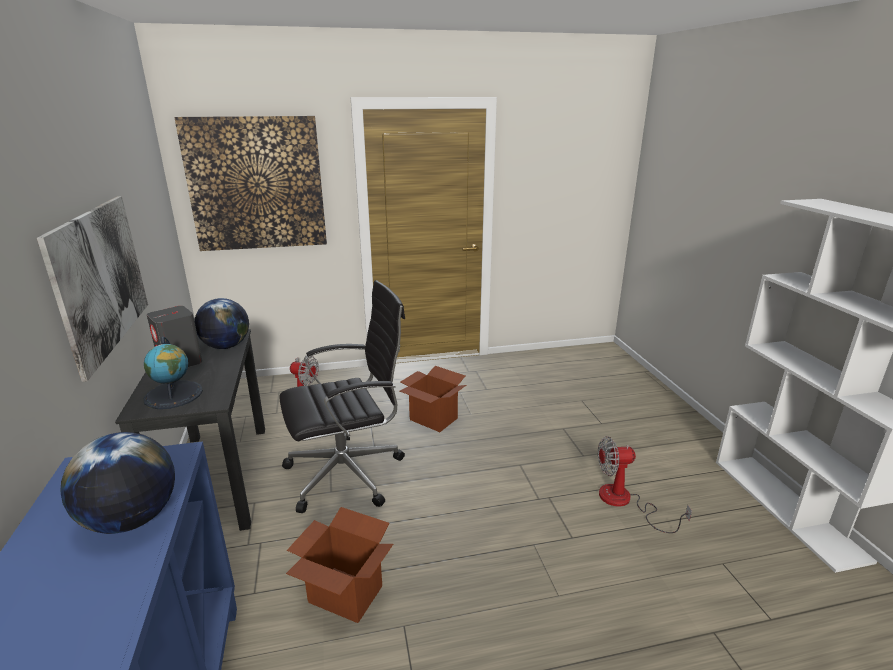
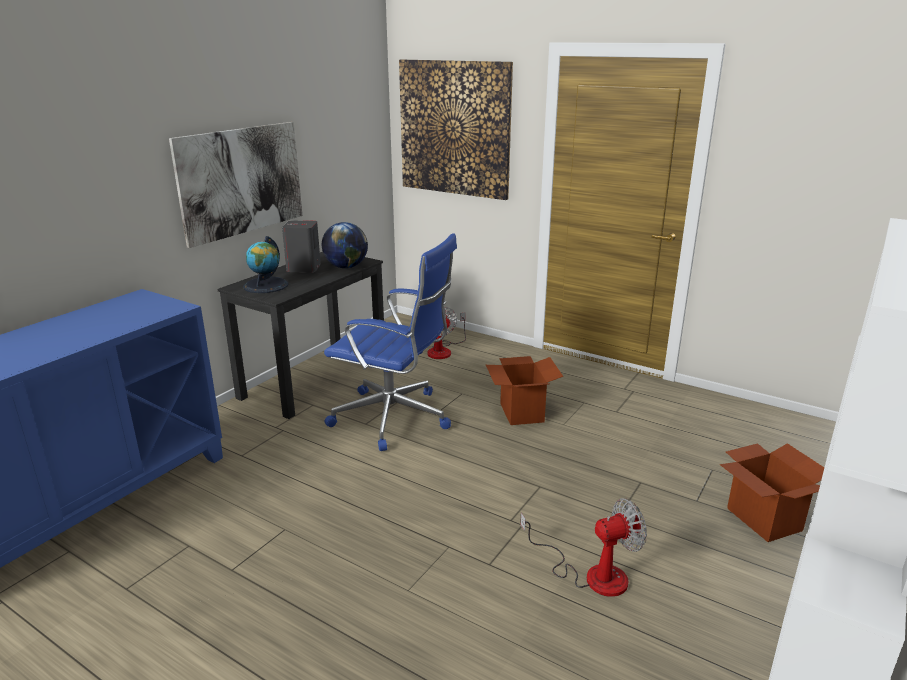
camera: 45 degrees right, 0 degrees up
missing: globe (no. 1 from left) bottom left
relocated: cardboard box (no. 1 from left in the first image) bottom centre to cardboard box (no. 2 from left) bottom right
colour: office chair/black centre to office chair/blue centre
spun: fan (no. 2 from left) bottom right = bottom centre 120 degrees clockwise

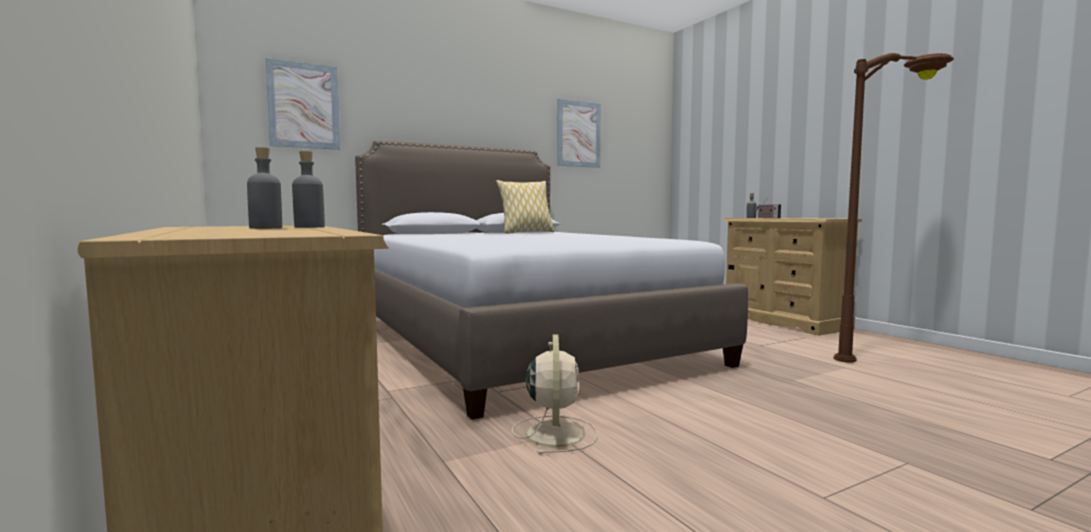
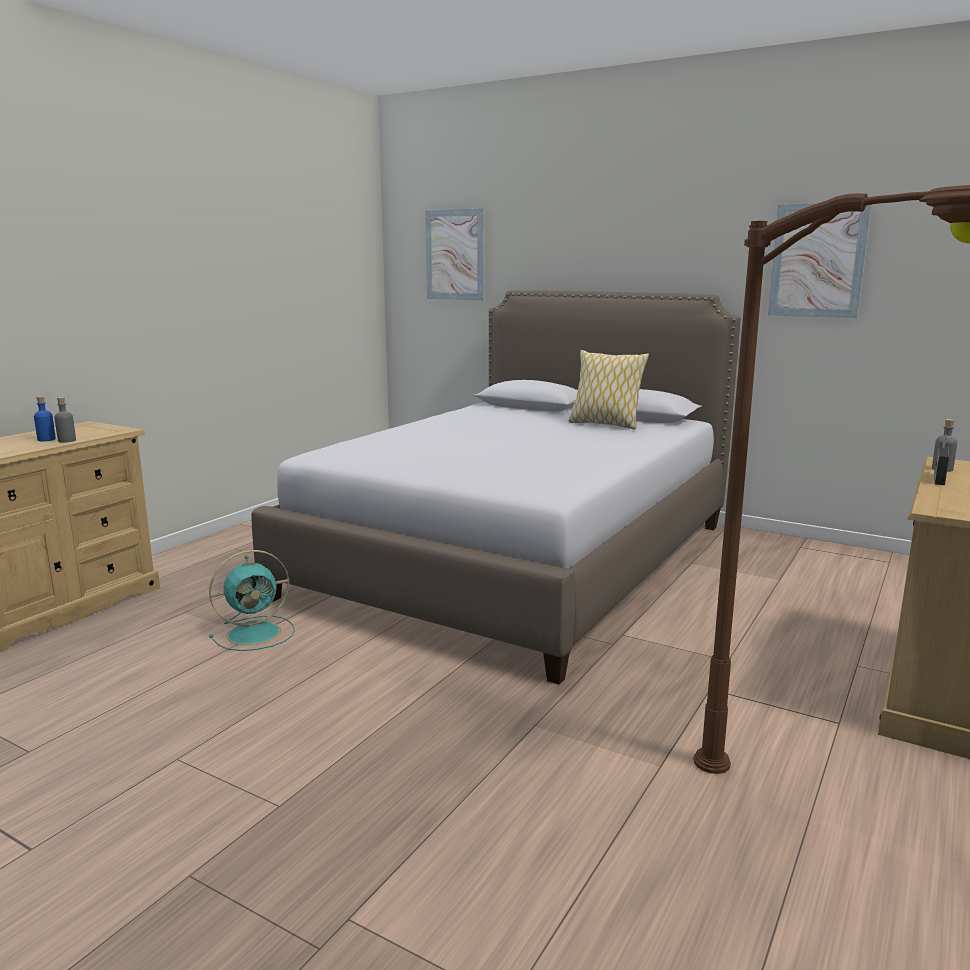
camera: 60 degrees right, 10 degrees up
colour: bottle/grey (no. 1 from left) middle left to bottle/blue middle left; fan/beige bottom centre to fan/turquoise middle left

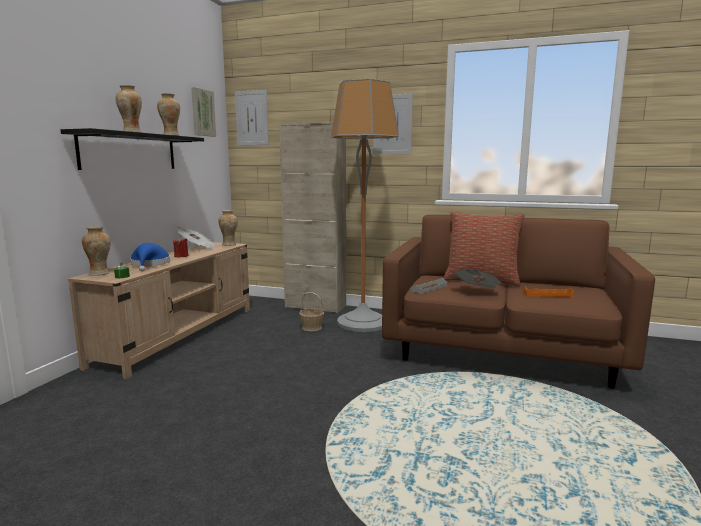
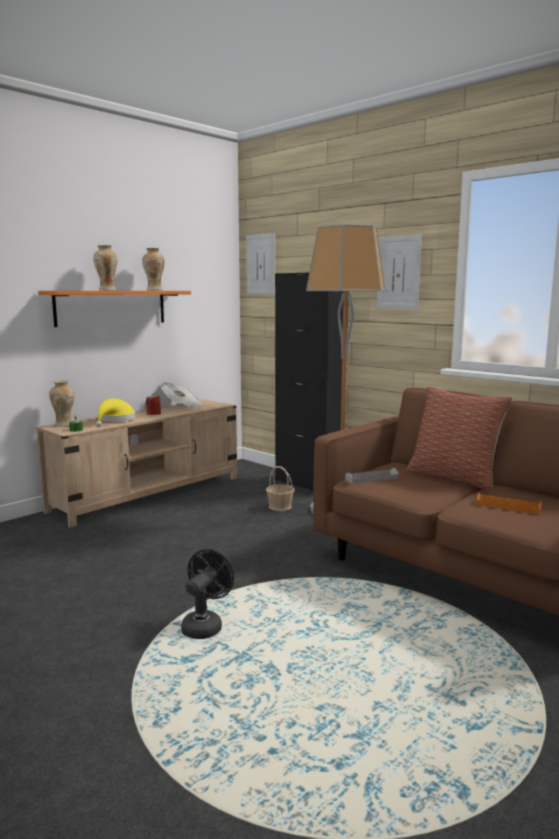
camera: 25 degrees right, 0 degrees up
missing: picture (no. 1 from left) top left; vase (no. 4 from left) middle left; newspaper (no. 2 from left) middle right
appeared: fan/black bottom centre
colour: cabinet/beige centre to cabinet/black centre; shelf/black top left to shelf/orange middle left; hat/blue middle left to hat/yellow middle left

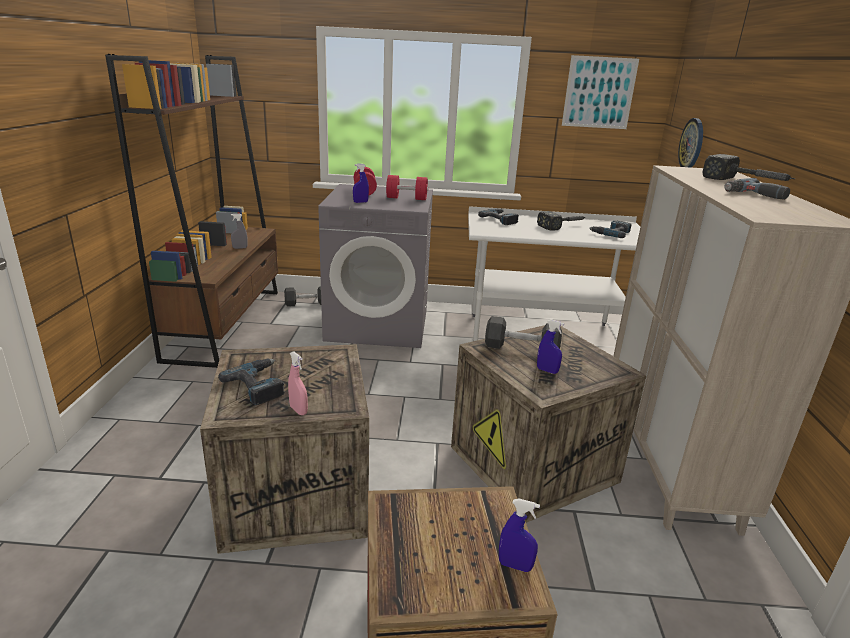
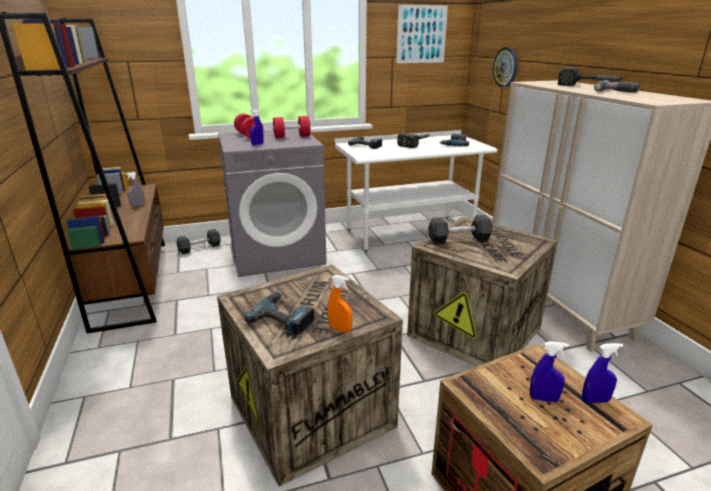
camera: 20 degrees left, 0 degrees up
relocated: spray bottle/blue (no. 3 from left in the first image) centre to spray bottle/blue (no. 2 from left) bottom right
colour: spray bottle/pink centre to spray bottle/orange centre

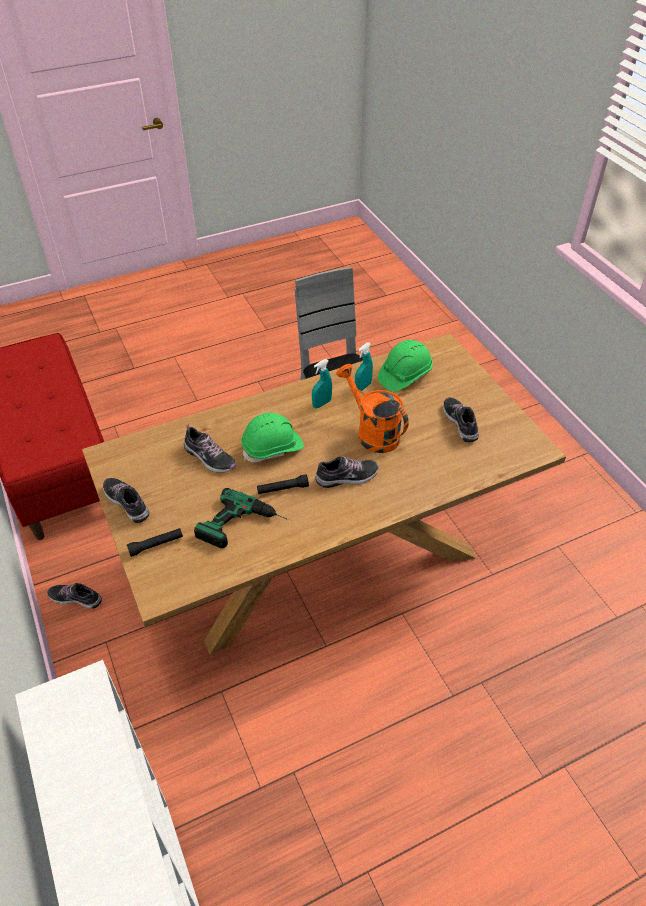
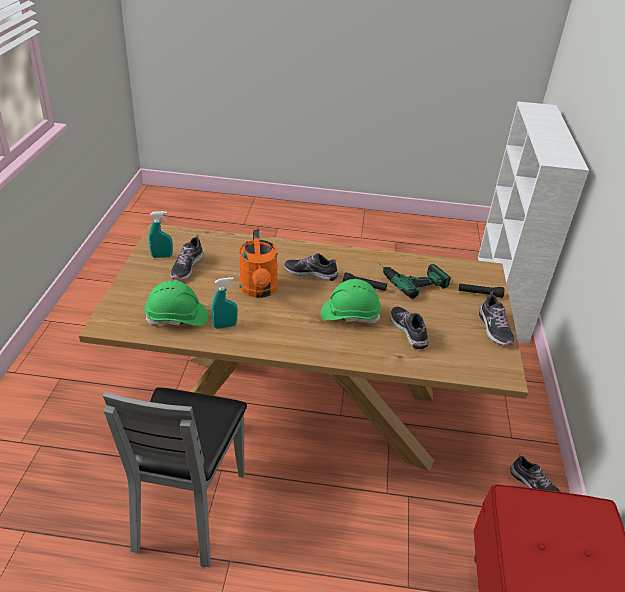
camera: 150 degrees left, 10 degrees down
relocated: spray bottle/turquoise (no. 1 from left) centre to middle left

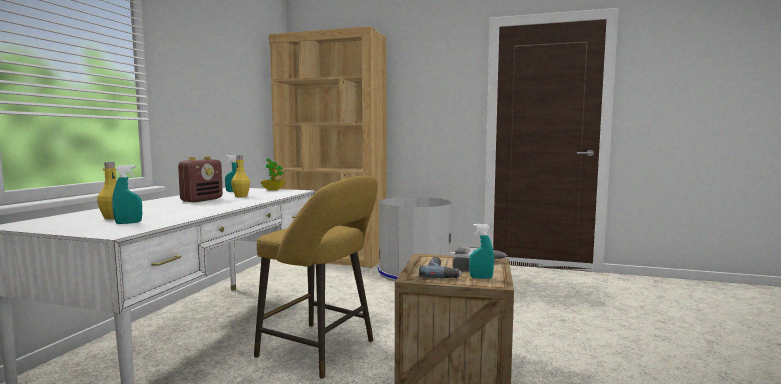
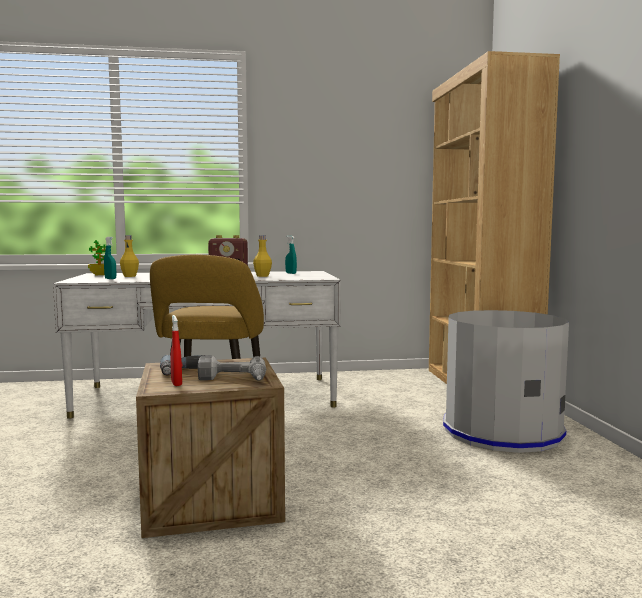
camera: 65 degrees right, 0 degrees up
relocated: potted plant centre to middle left
colour: spray bottle/turquoise (no. 3 from left) centre to spray bottle/red middle left

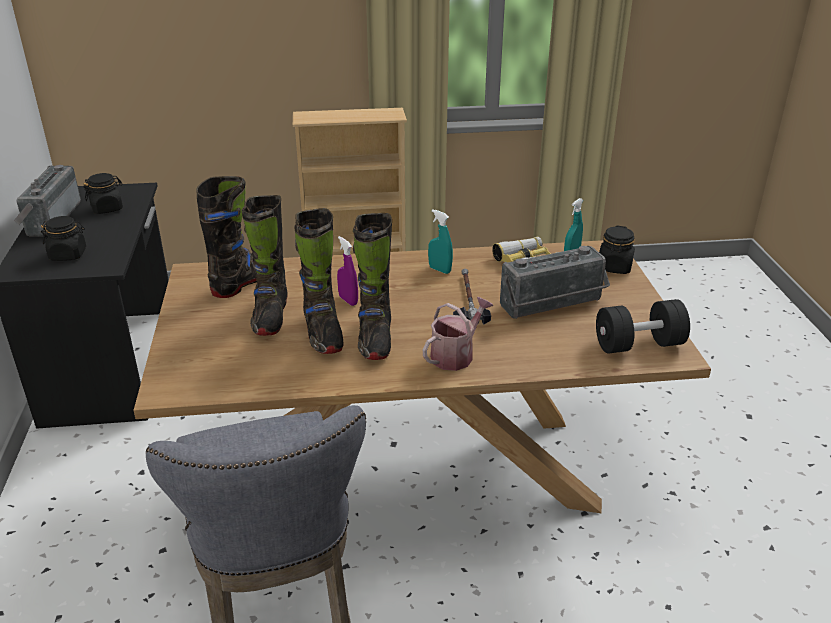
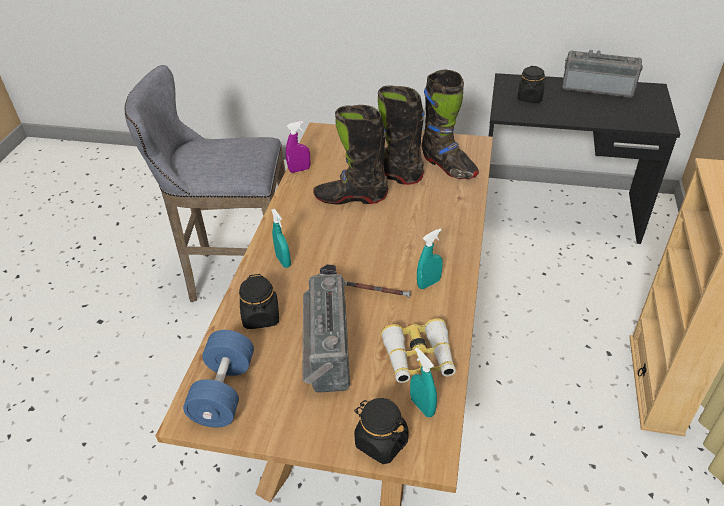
camera: 110 degrees right, 10 degrees up
missing: boot/black (no. 4 from left) centre
relocated: jar/black (no. 2 from left in the first image) top left to jar/black (no. 1 from left) centre; spray bottle/purple centre to top centre
exchanged: watering can centre to spray bottle/turquoise (no. 1 from left) centre
colour: dumbbell/black middle right to dumbbell/blue bottom left

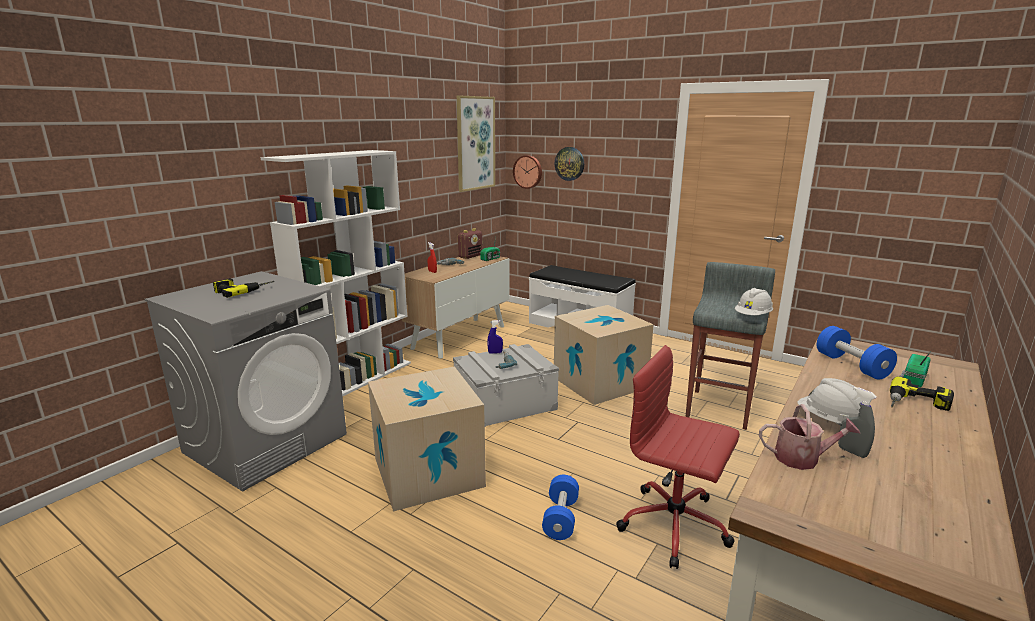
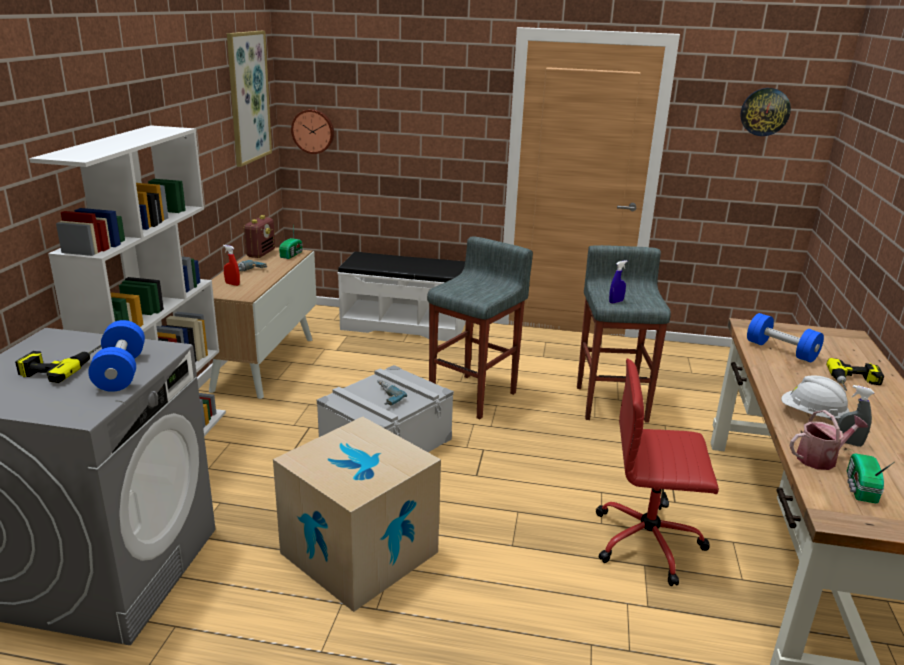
camera: 25 degrees left, 5 degrees up
missing: hard hat/white (no. 1 from left) middle right
relocated: wall clock (no. 2 from left) top centre to top right; spray bottle/blue centre to middle right; radio (no. 3 from left) middle right to bottom right; dumbbell/blue (no. 1 from left) bottom centre to middle left
exchanged: cardboard box (no. 2 from left) centre to stool/grey (no. 1 from left) centre

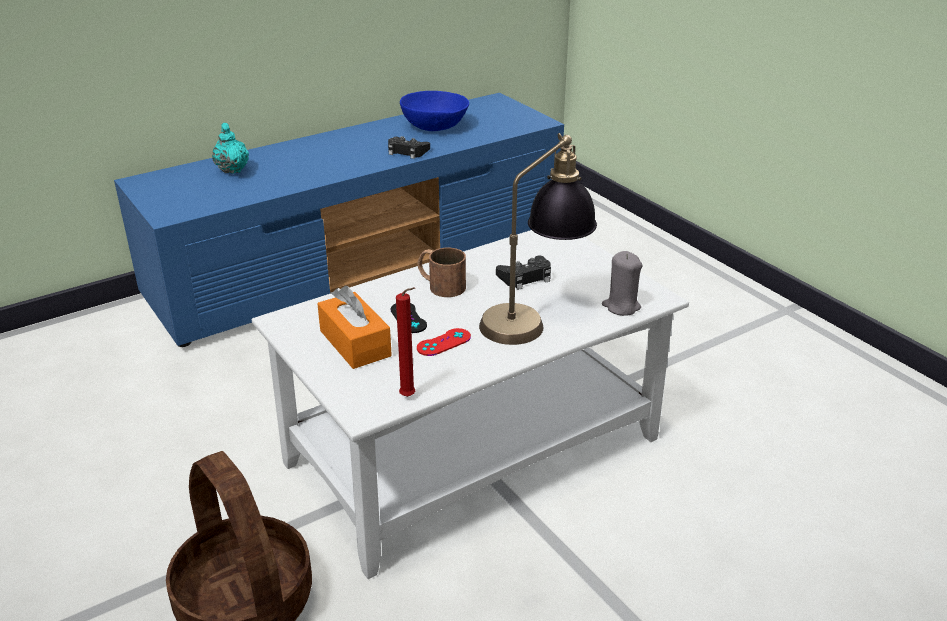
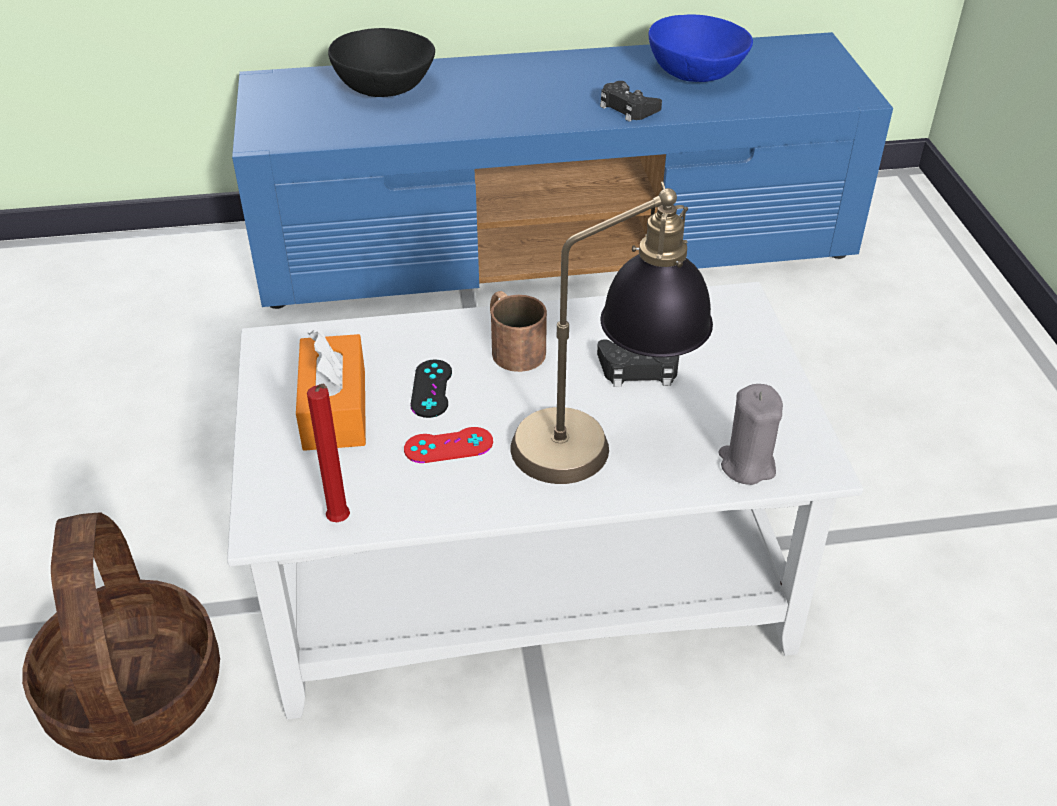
camera: 25 degrees right, 10 degrees up
exchanged: teapot/turquoise top left to bowl/black top centre

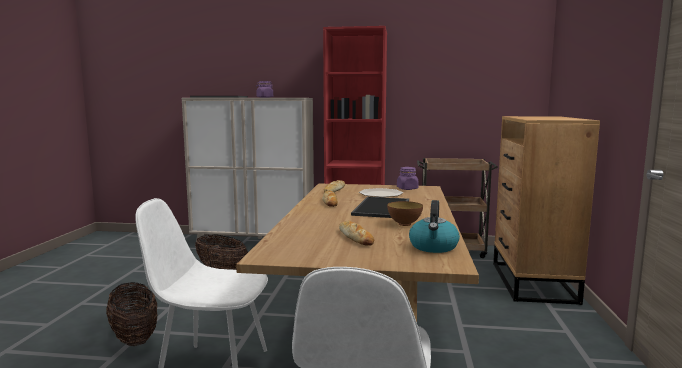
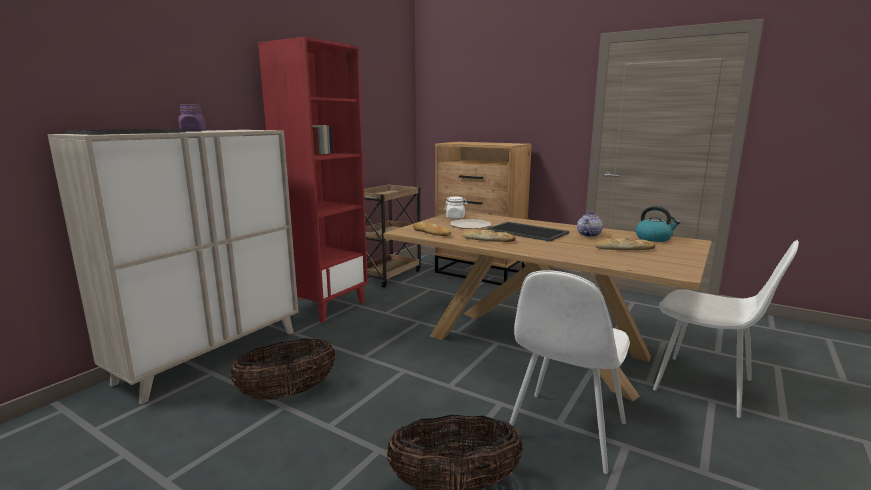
camera: 65 degrees left, 5 degrees up
exchanged: bowl centre to teapot middle right
colour: jar/purple (no. 2 from left) centre to jar/white centre

